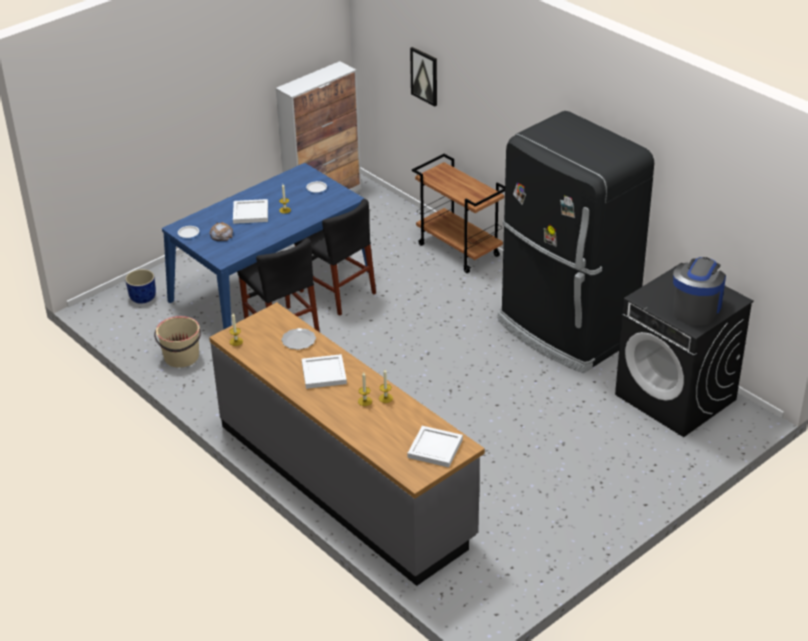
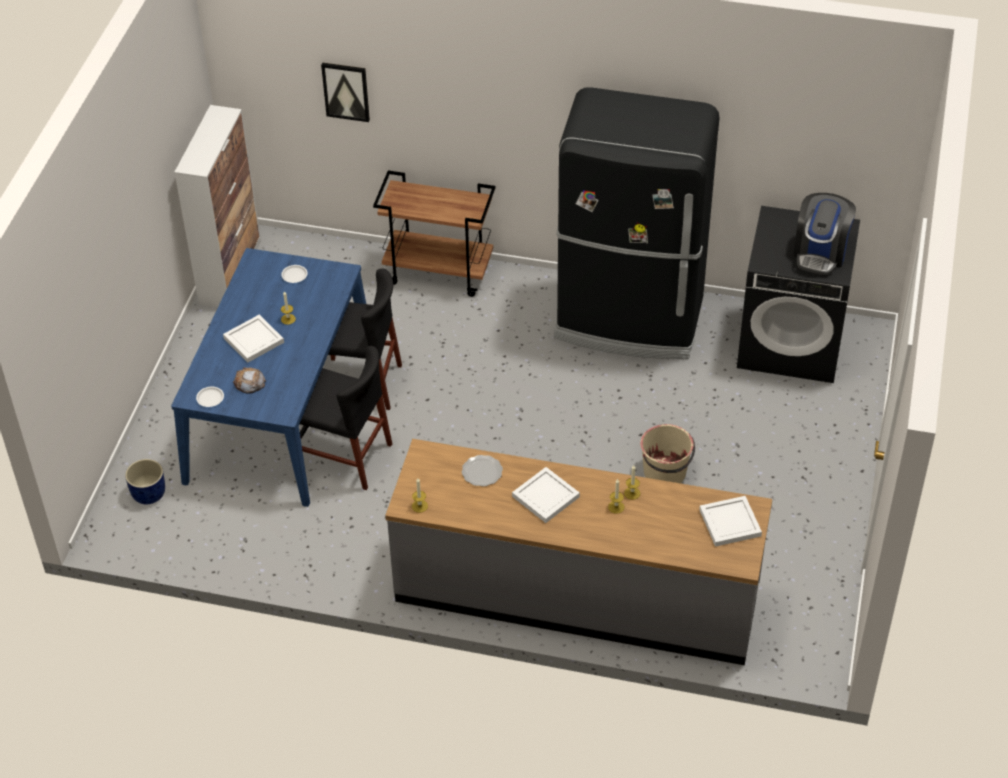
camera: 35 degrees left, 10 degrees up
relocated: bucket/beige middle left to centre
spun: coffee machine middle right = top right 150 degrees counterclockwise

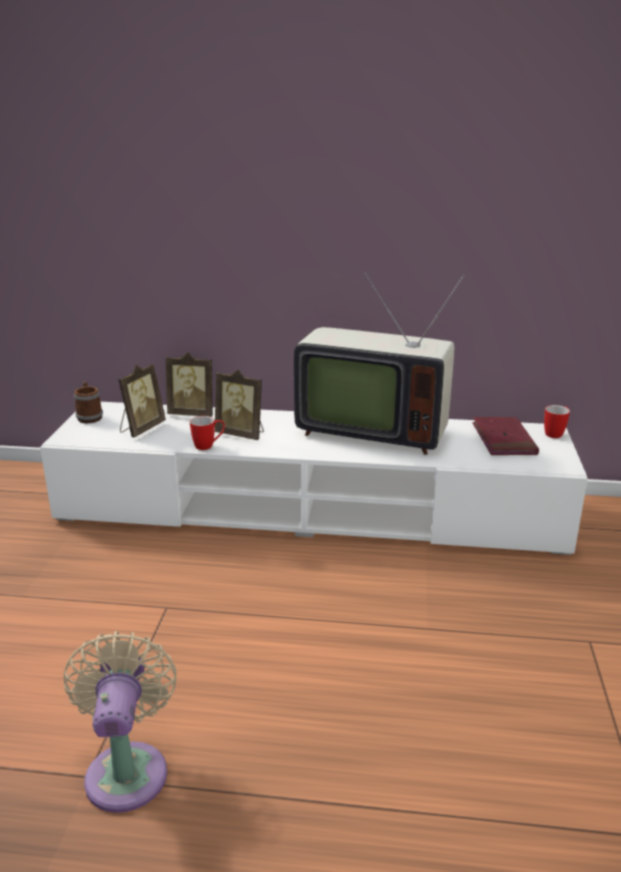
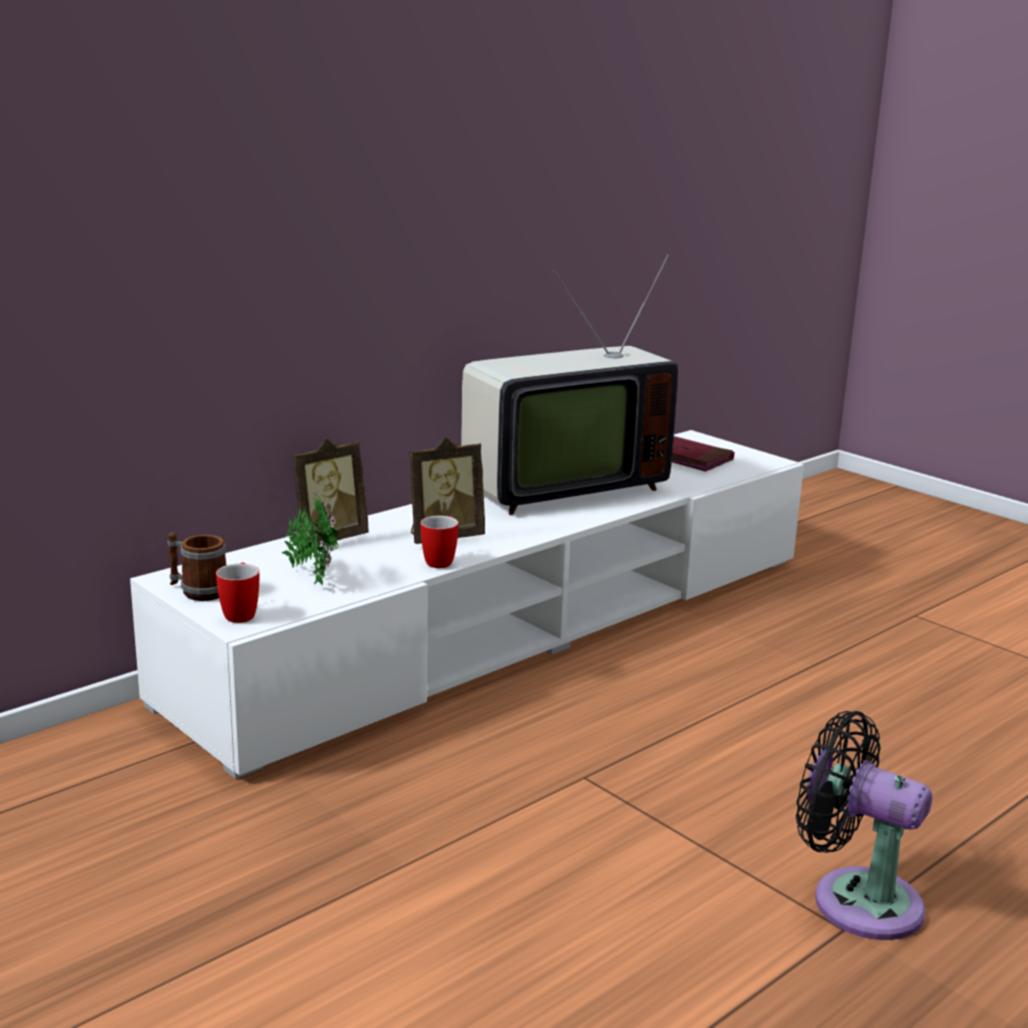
camera: 50 degrees left, 5 degrees down
relocated: mug (no. 3 from left in the first image) middle right to mug (no. 2 from left) middle left
exchanged: picture frame (no. 1 from left) middle left to potted plant middle left
colour: fan/beige bottom left to fan/black bottom right

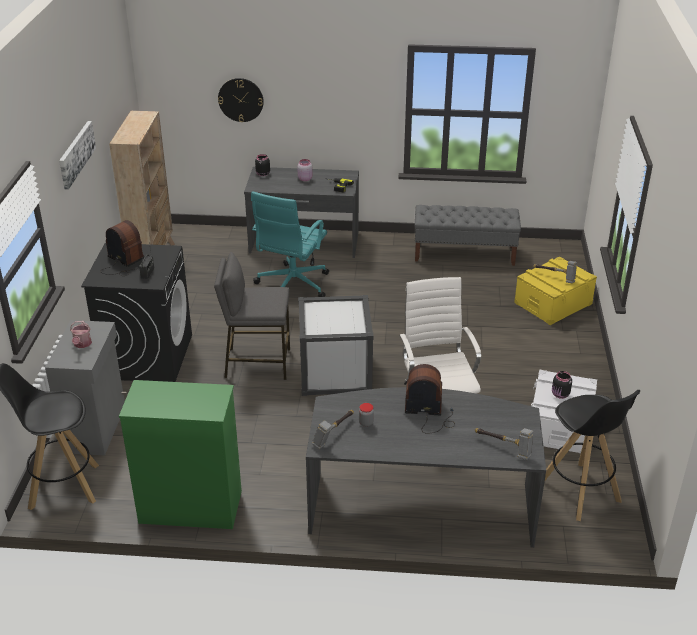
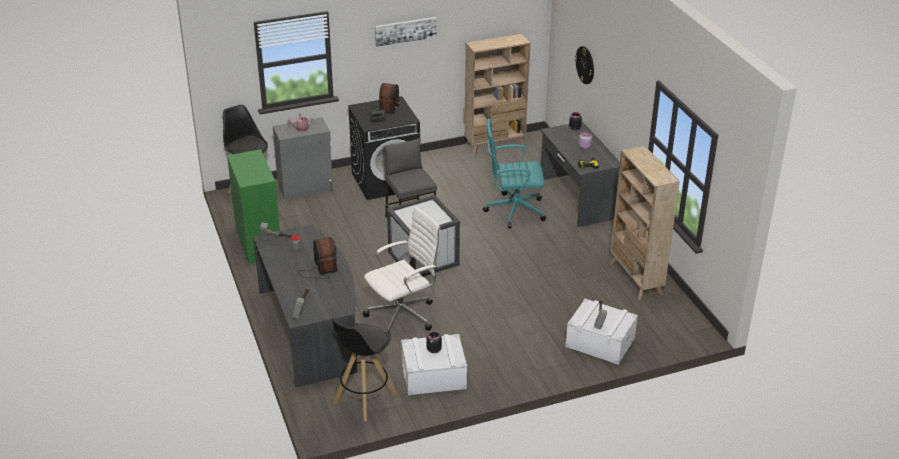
camera: 65 degrees right, 0 degrees up
exchanged: bench/grey middle right to bookcase/beige (no. 2 from left) middle right
colour: storage box/yellow middle right to storage box/white (no. 3 from left) bottom right

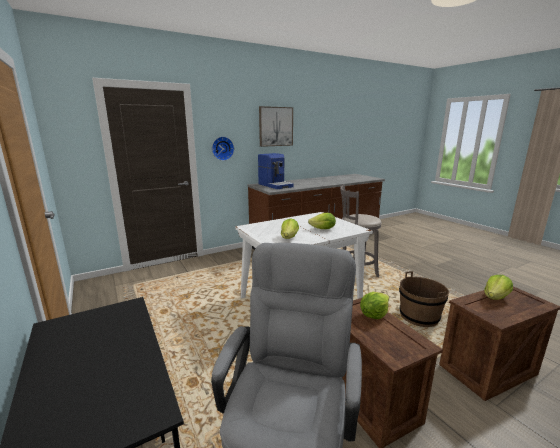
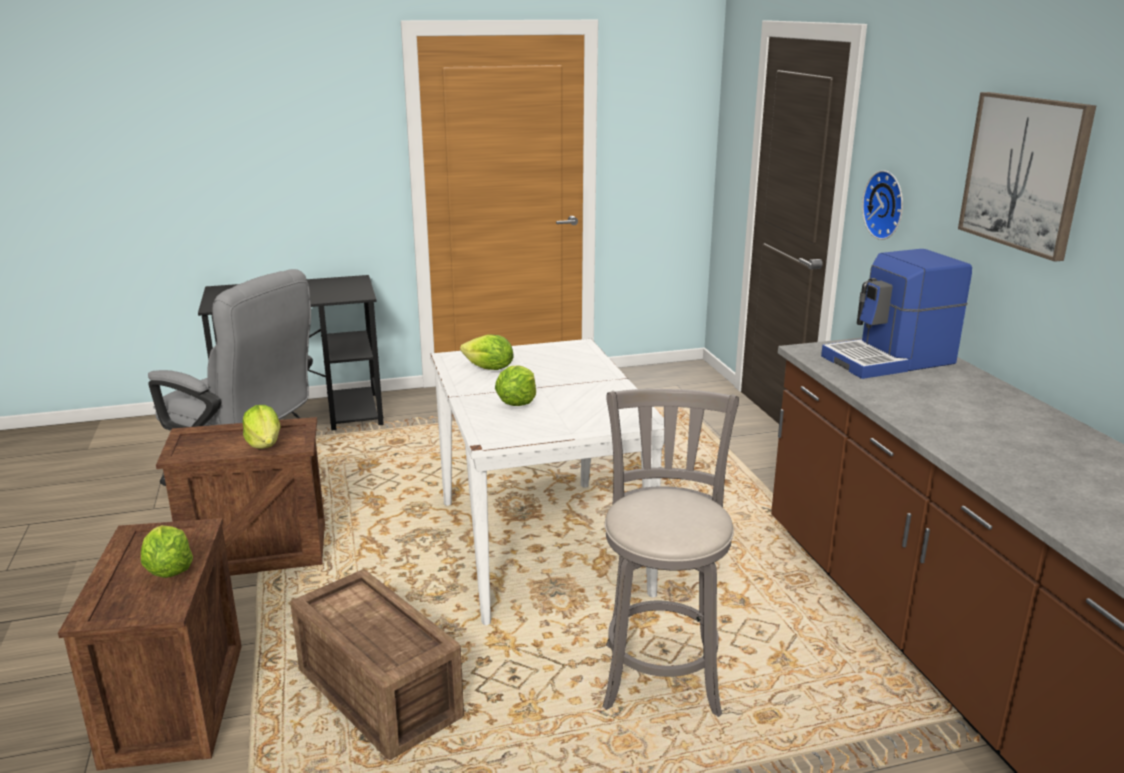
camera: 105 degrees right, 5 degrees up
exchanged: bucket/brown bottom right to crate (no. 3 from left) bottom centre

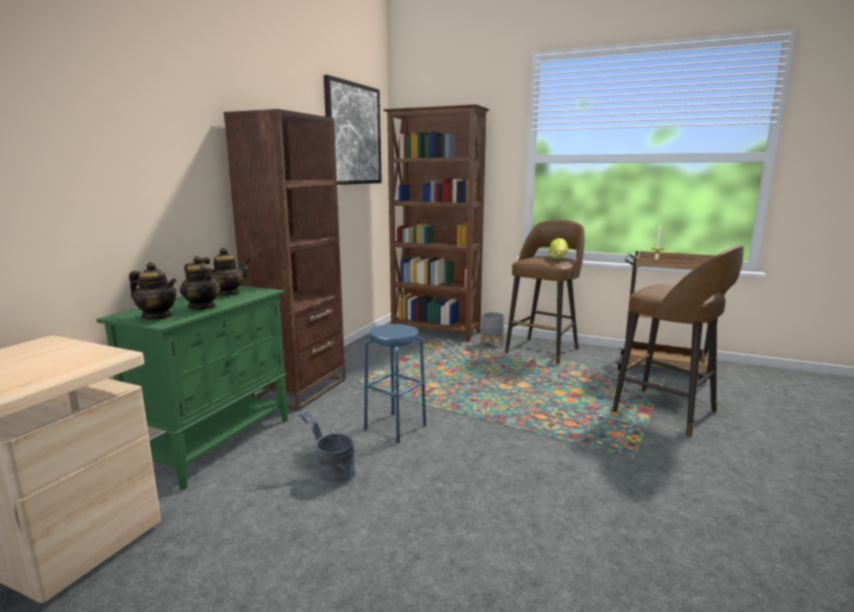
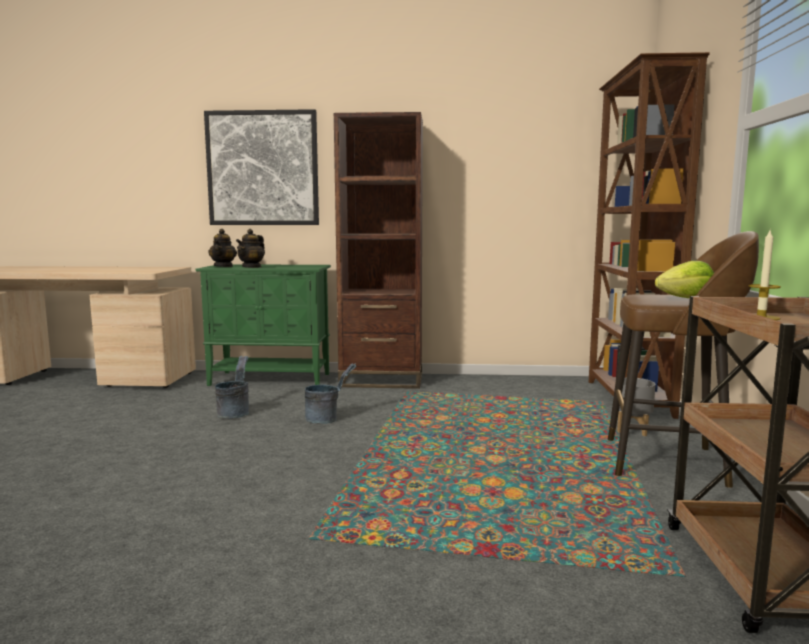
camera: 70 degrees right, 5 degrees down
missing: stool/brown (no. 2 from left) middle right; teapot (no. 3 from left) middle left
relocated: picture top centre to top left
exchanged: stool/blue centre to bucket/grey (no. 2 from left) centre

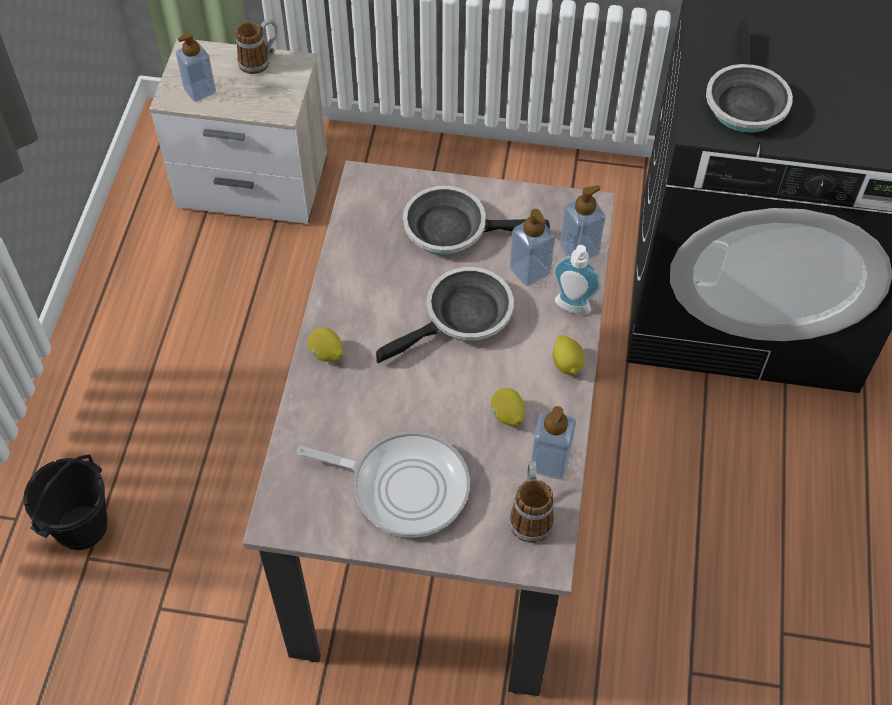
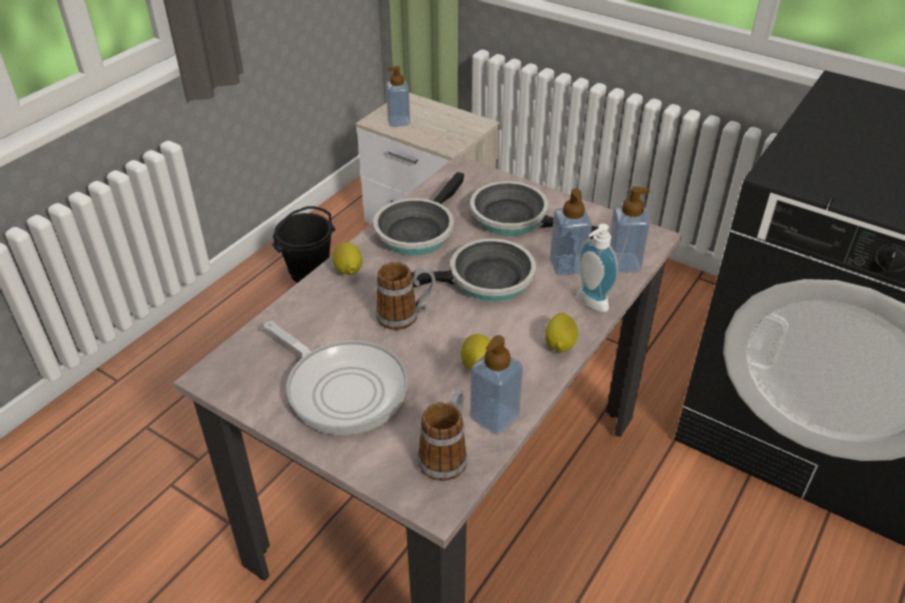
camera: 25 degrees right, 15 degrees down
relocated: mug (no. 1 from left) top left to centre; frying pan (no. 4 from left in the first image) top right to frying pan (no. 2 from left) centre; bucket/black bottom left to centre

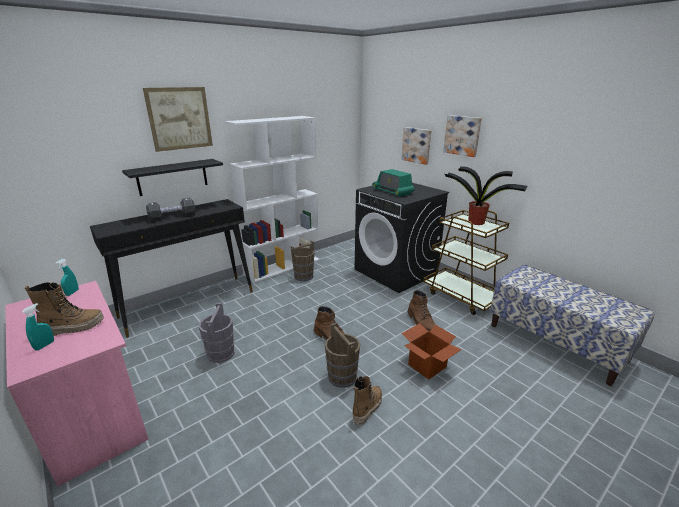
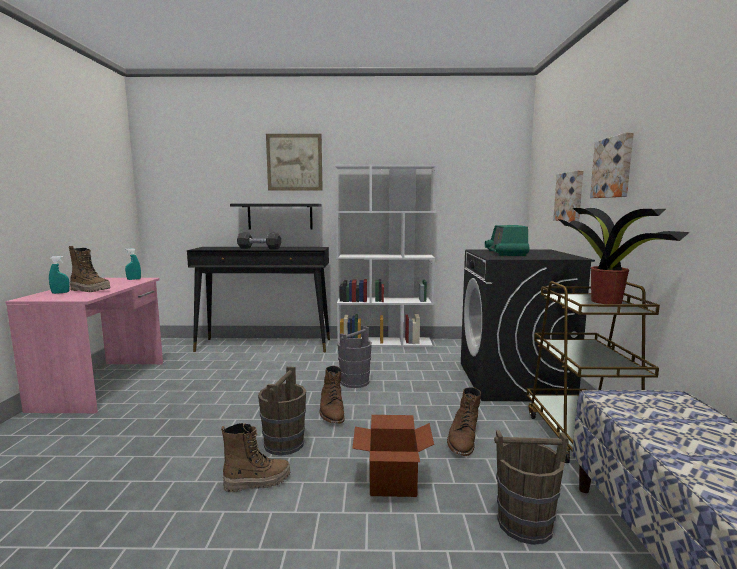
camera: 40 degrees right, 15 degrees down
relocated: bucket/brown (no. 1 from left in the first image) centre to bucket/brown (no. 2 from left) bottom right; bucket/grey middle left to centre

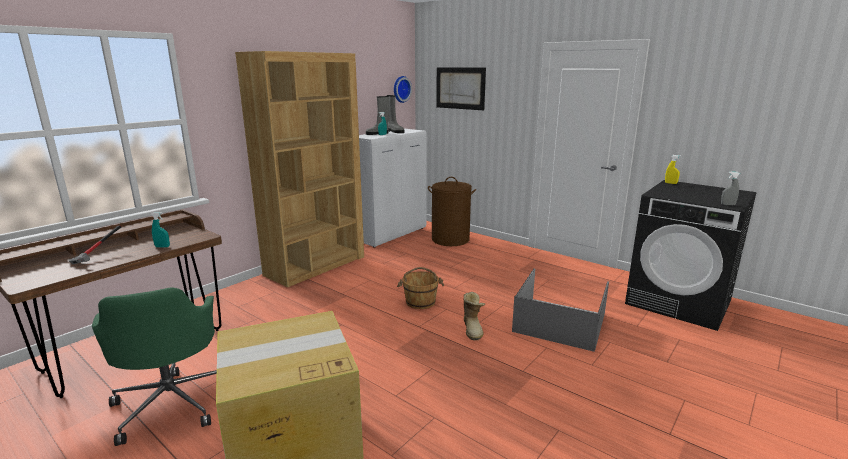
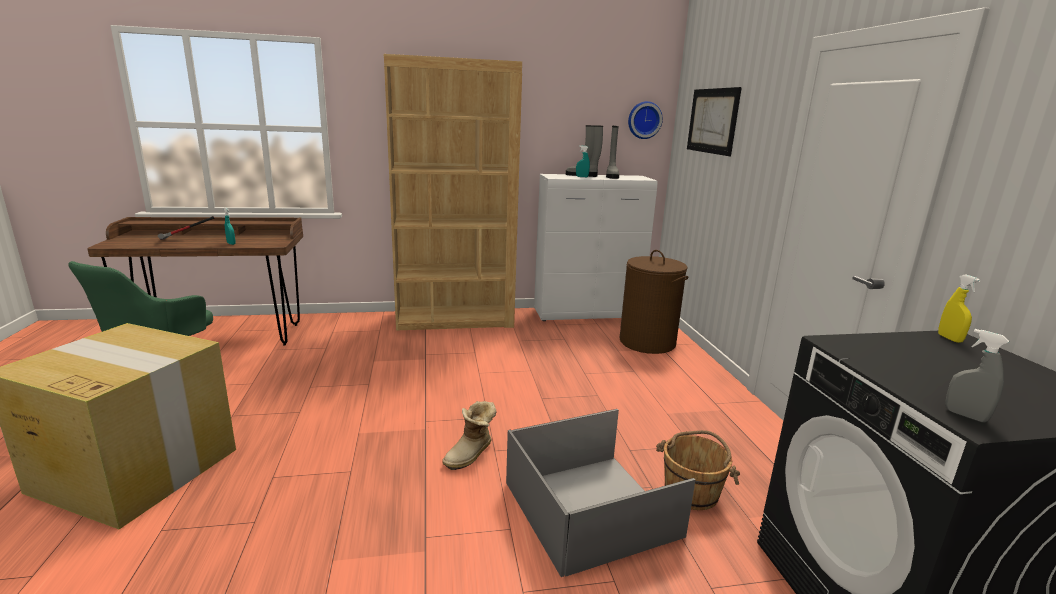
camera: 40 degrees right, 0 degrees up
relocated: bucket/brown centre to bottom centre

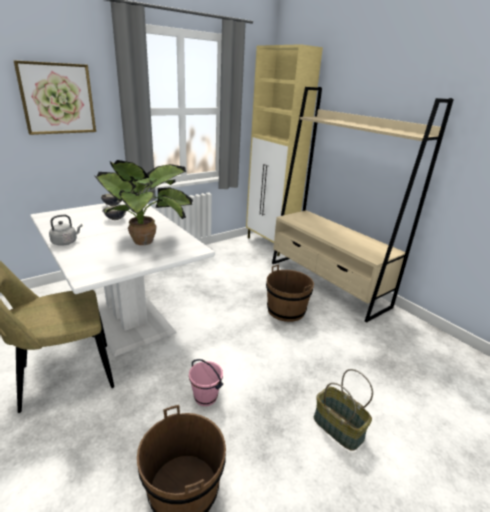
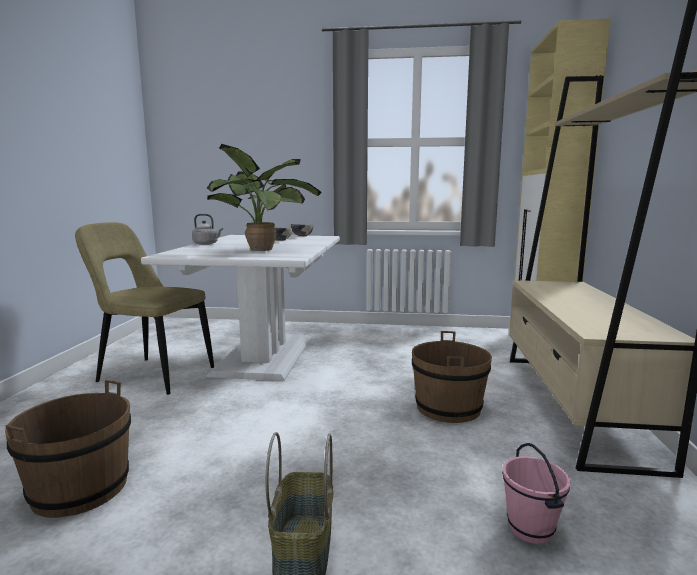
camera: 45 degrees right, 15 degrees down
missing: picture top left
relocated: bucket/pink bottom centre to bottom right

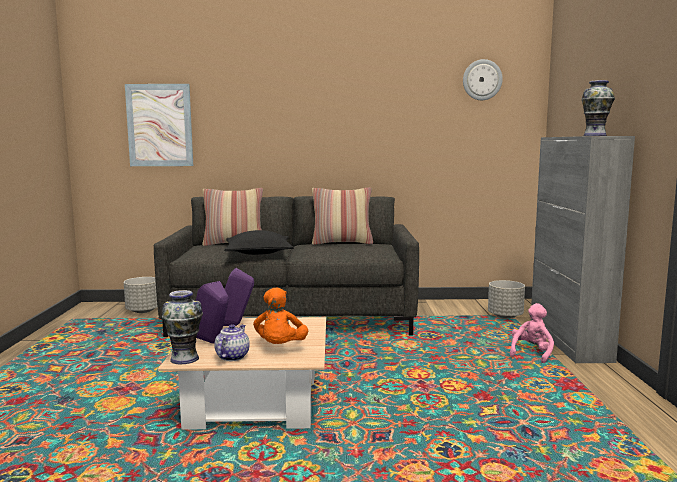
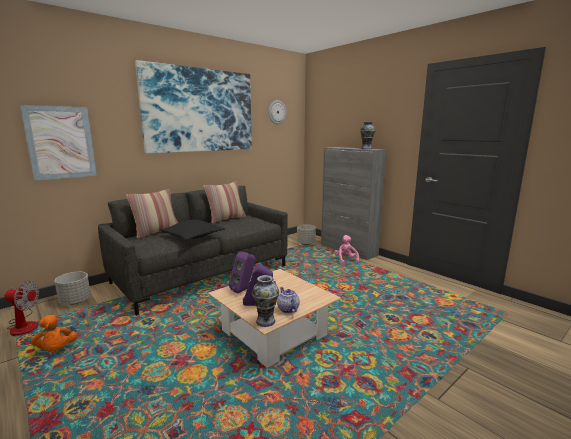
camera: 40 degrees left, 5 degrees up
appeared: picture (no. 2 from left) top centre; fan bottom left
relocated: plush toy/orange centre to bottom left

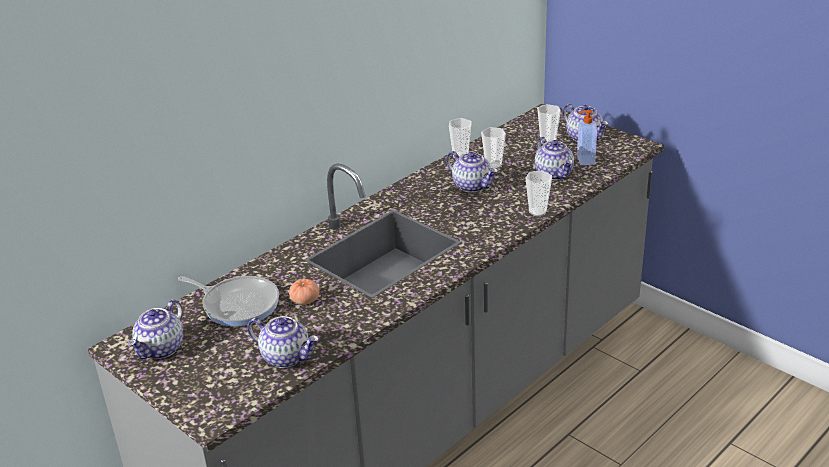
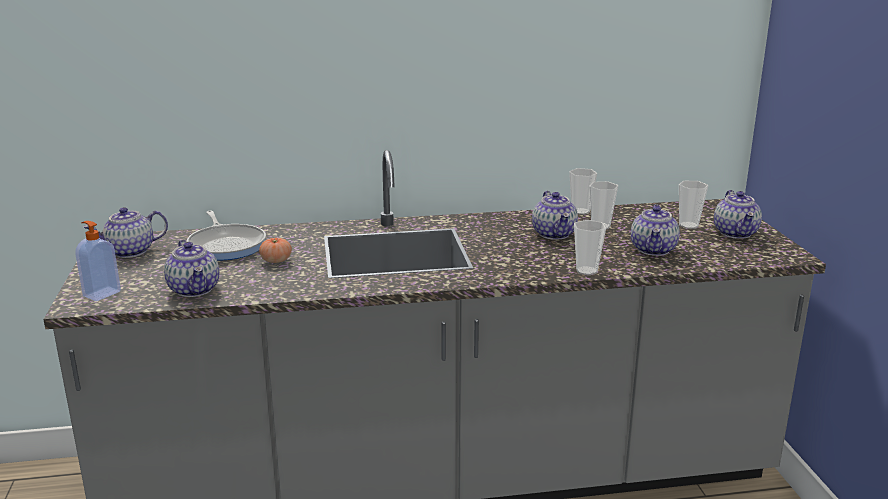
camera: 35 degrees right, 10 degrees down
relocated: soap dispenser top right to middle left

